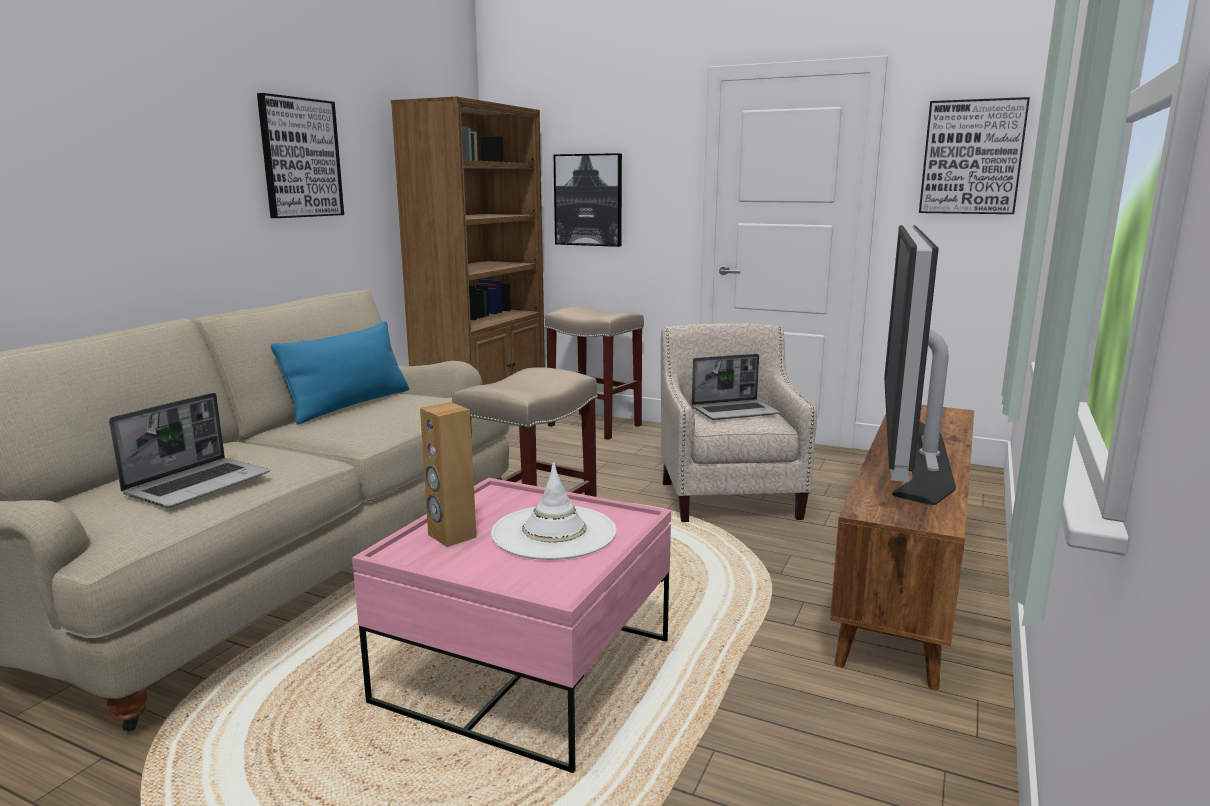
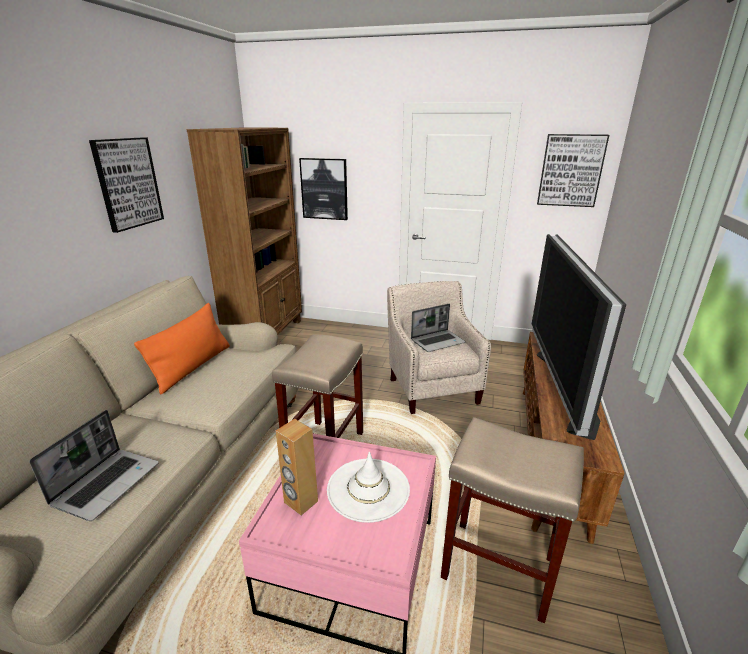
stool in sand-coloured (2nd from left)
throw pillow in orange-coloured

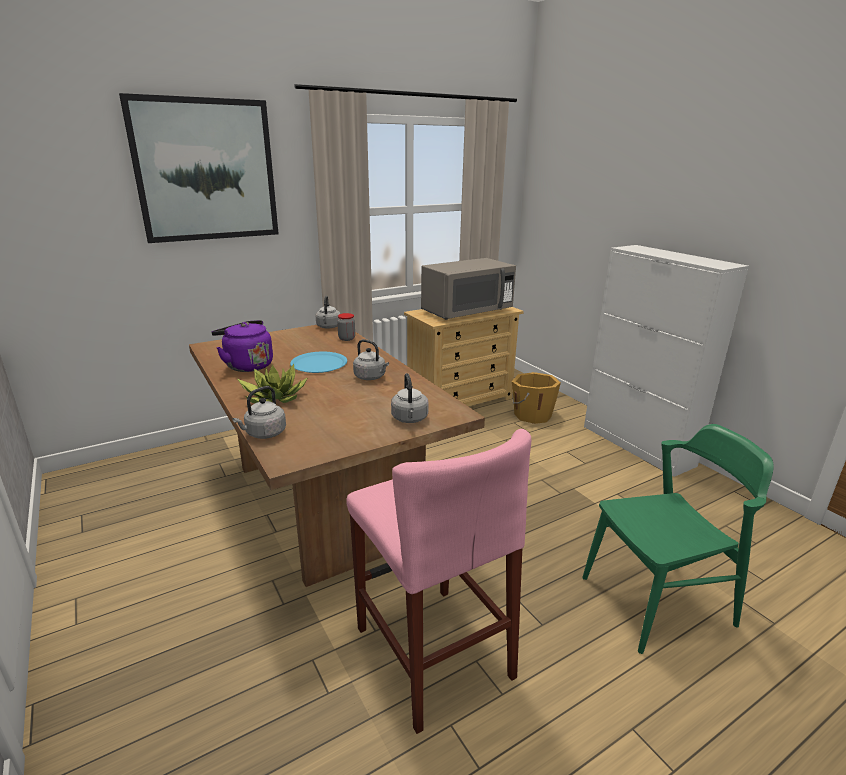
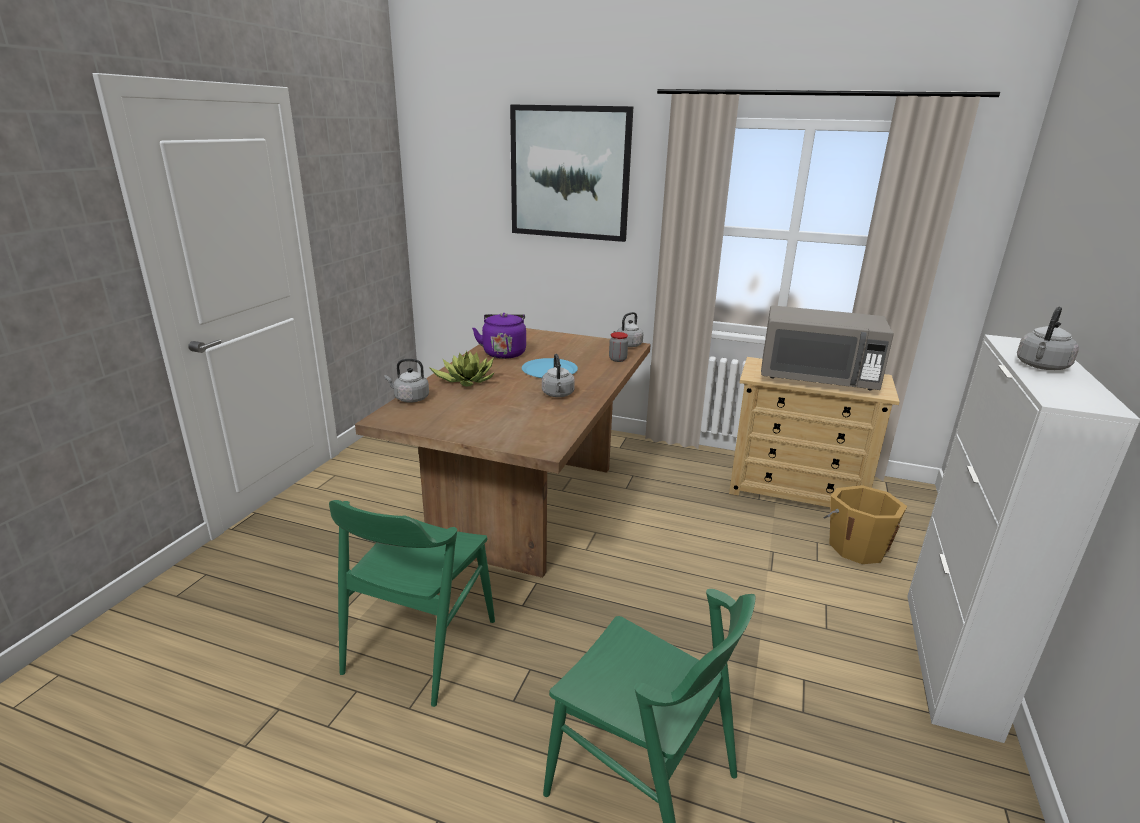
water kettle in greyish (4th from left)
plain chair in greenish (1st from left)

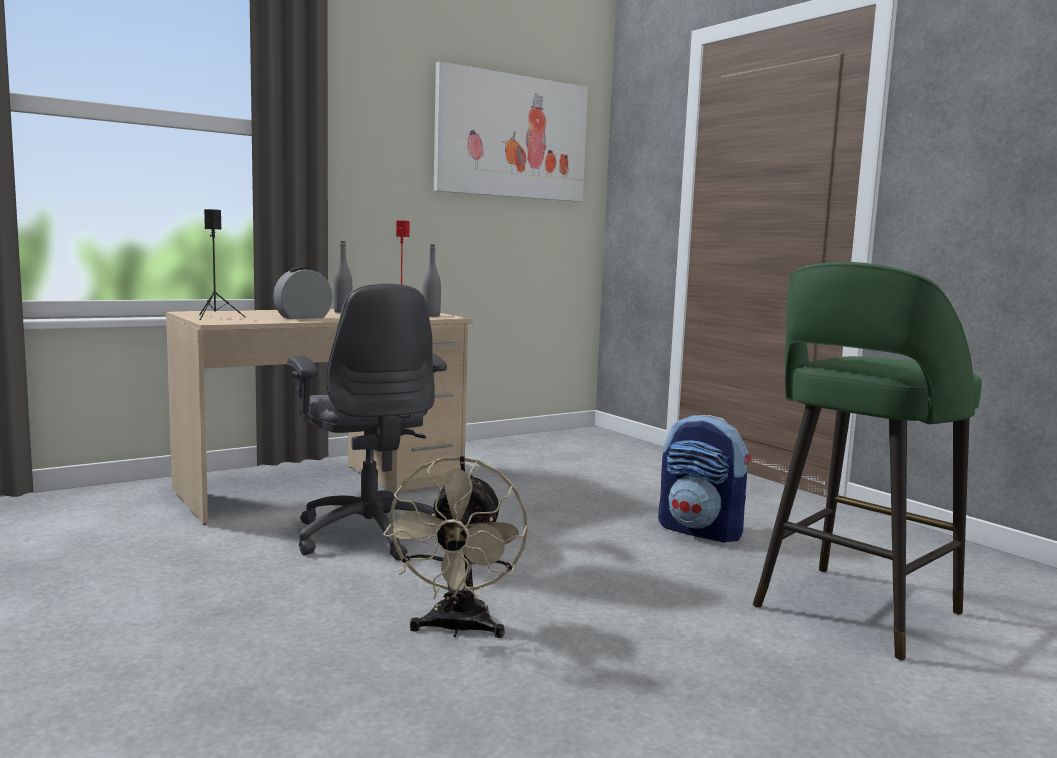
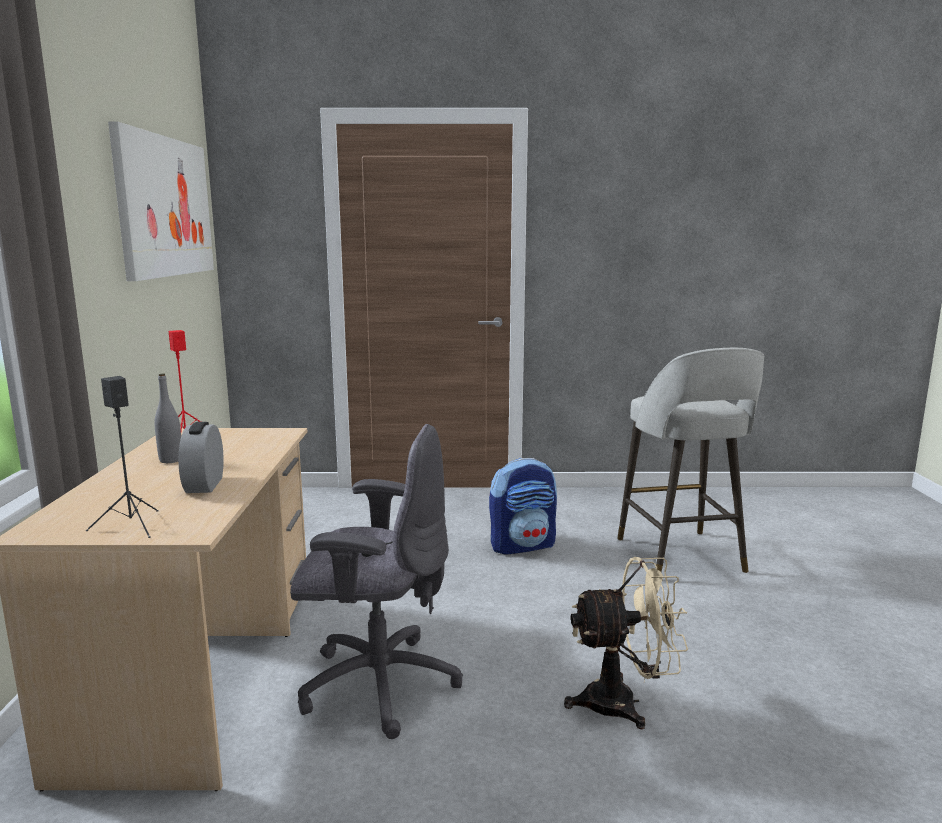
drink bottle in greyish (2nd from left in the first image)
stool in greyish
electric fan in sand-coloured

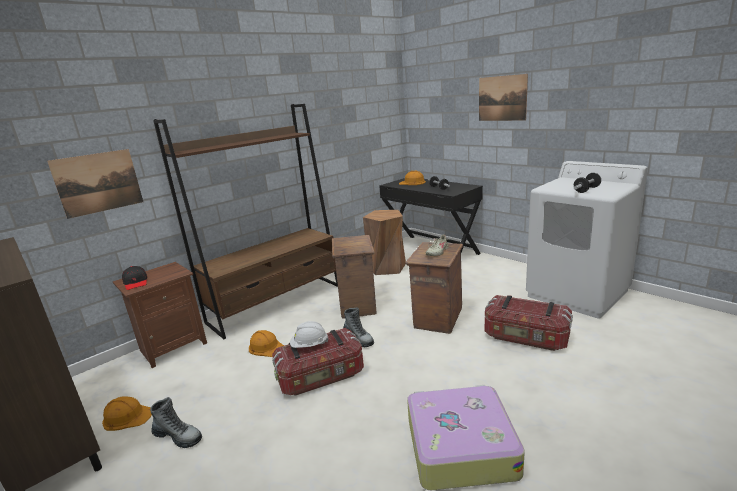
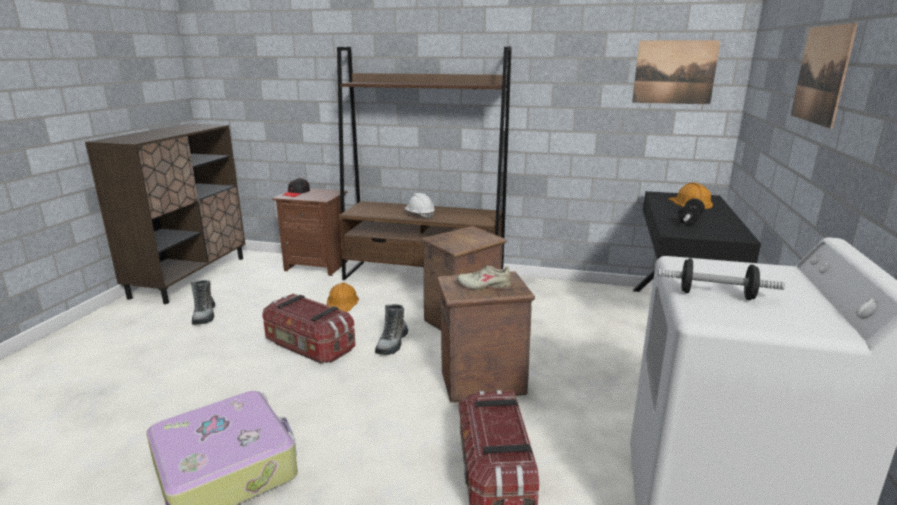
work helmet in orange-coloured (1st from left in the first image)
stool in brown-coloured
wall art (1st from left)
work helmet in whitish

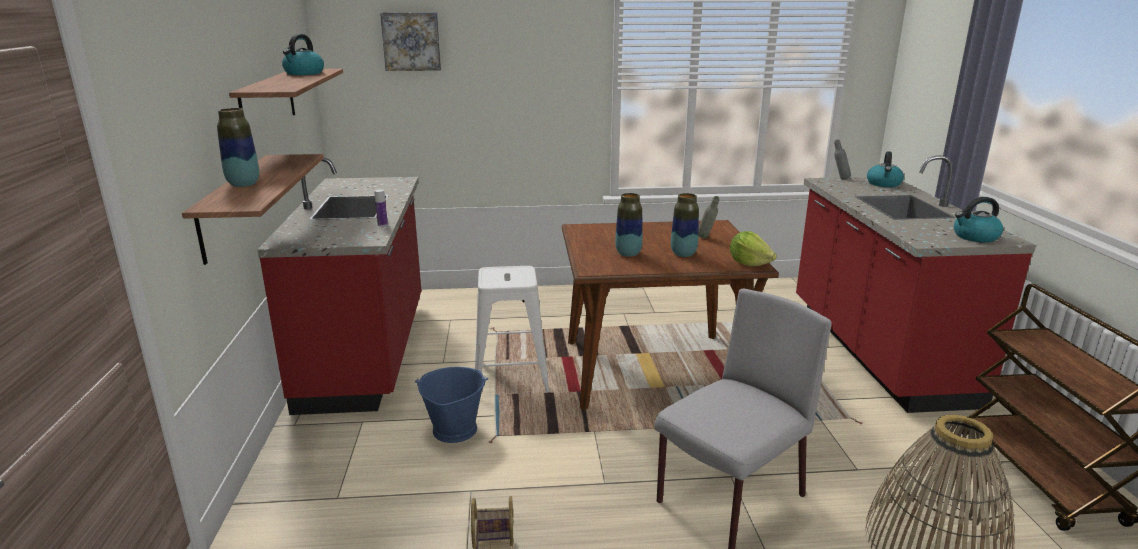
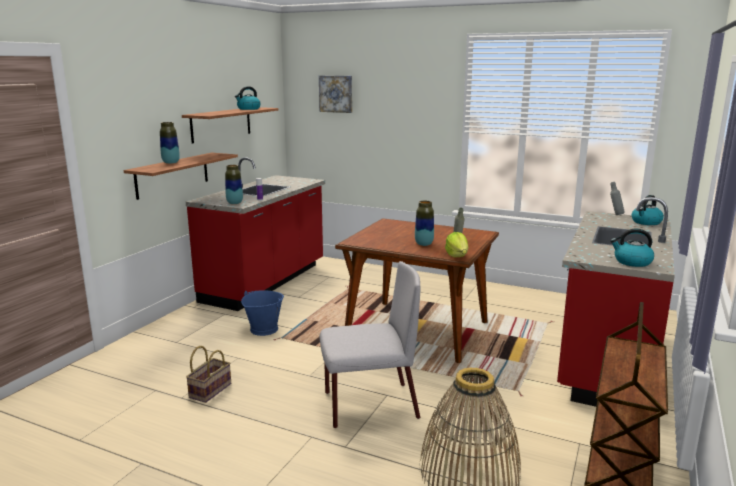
stool in whitish
vase (2nd from left)

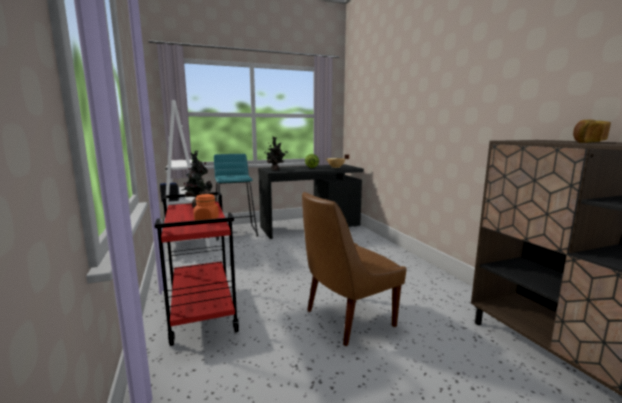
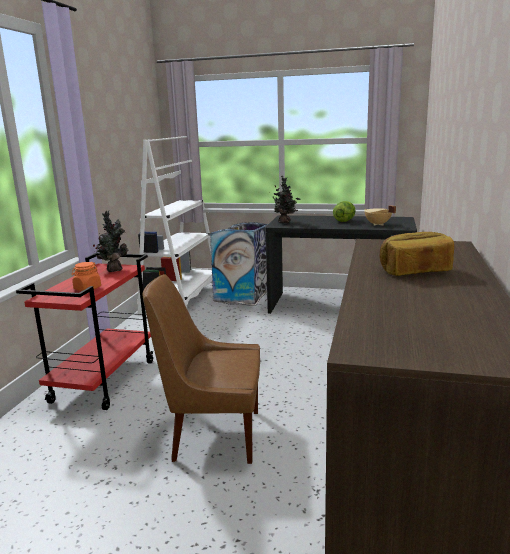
trash can

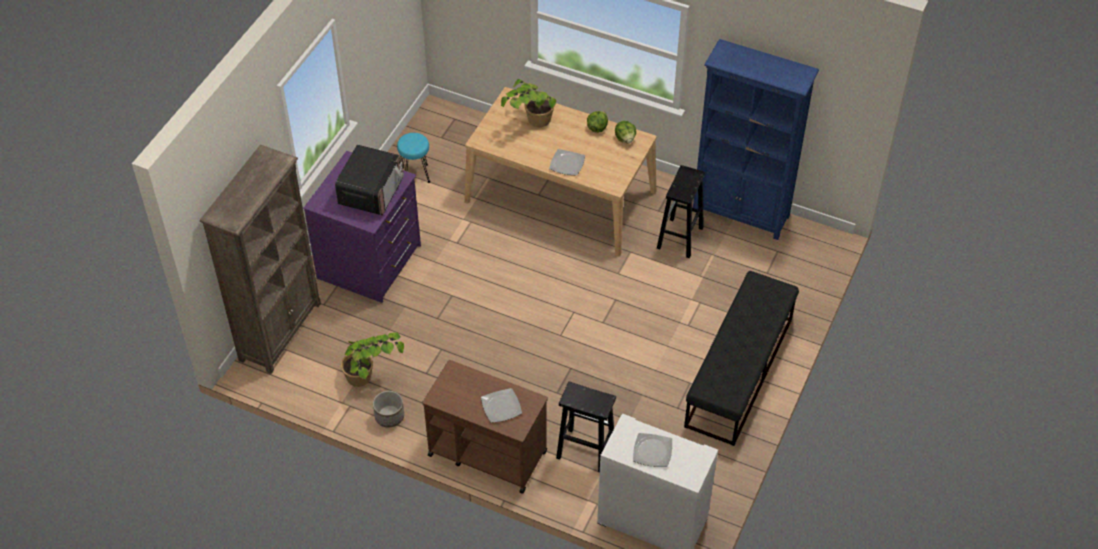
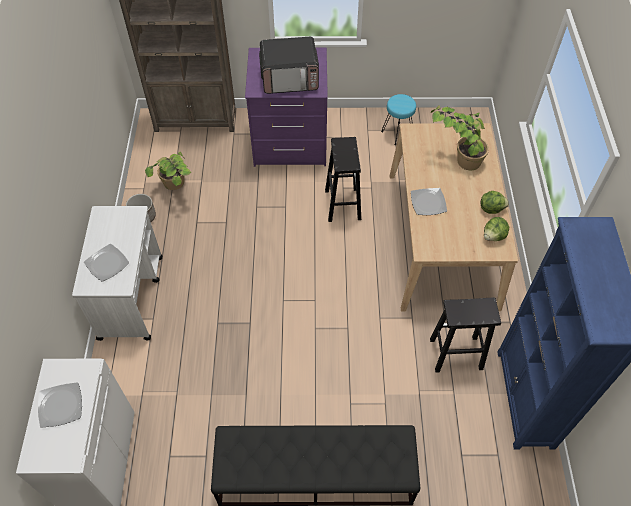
stool in black-coloured (1st from left)
wheeled cart in whitish

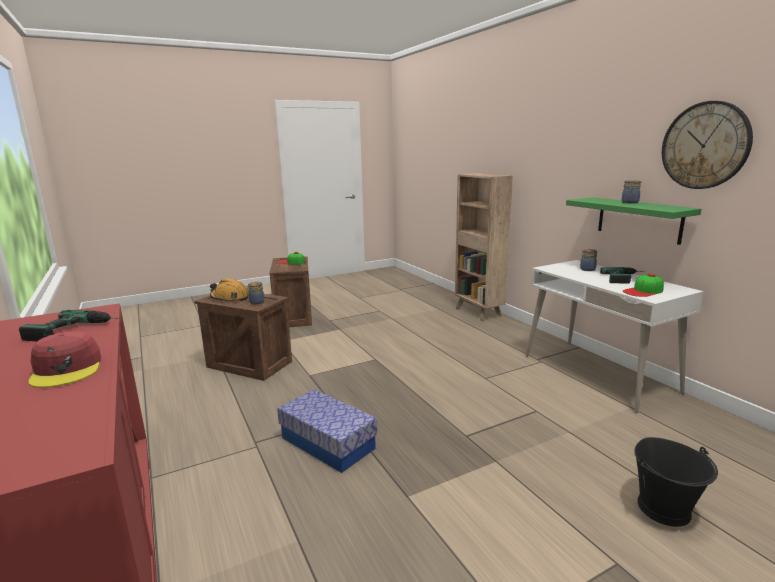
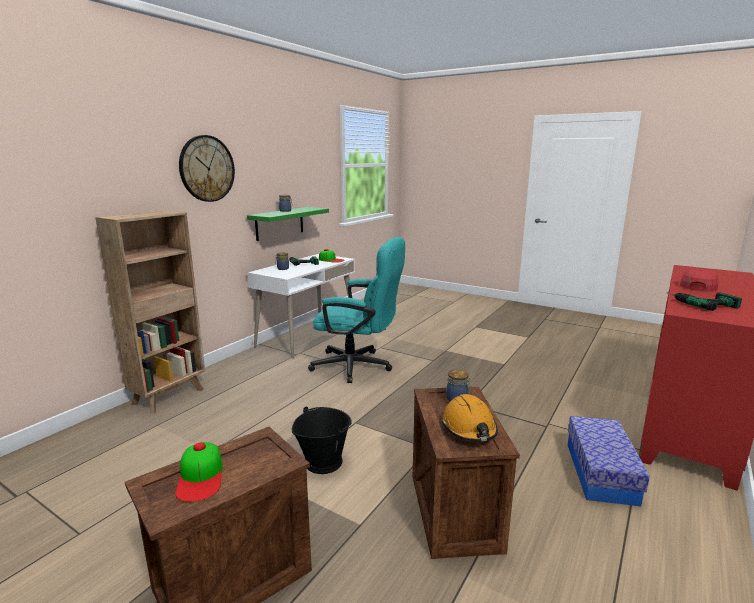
computer chair in blue-green
storage box
water bucket in black-coloured
hanging clock

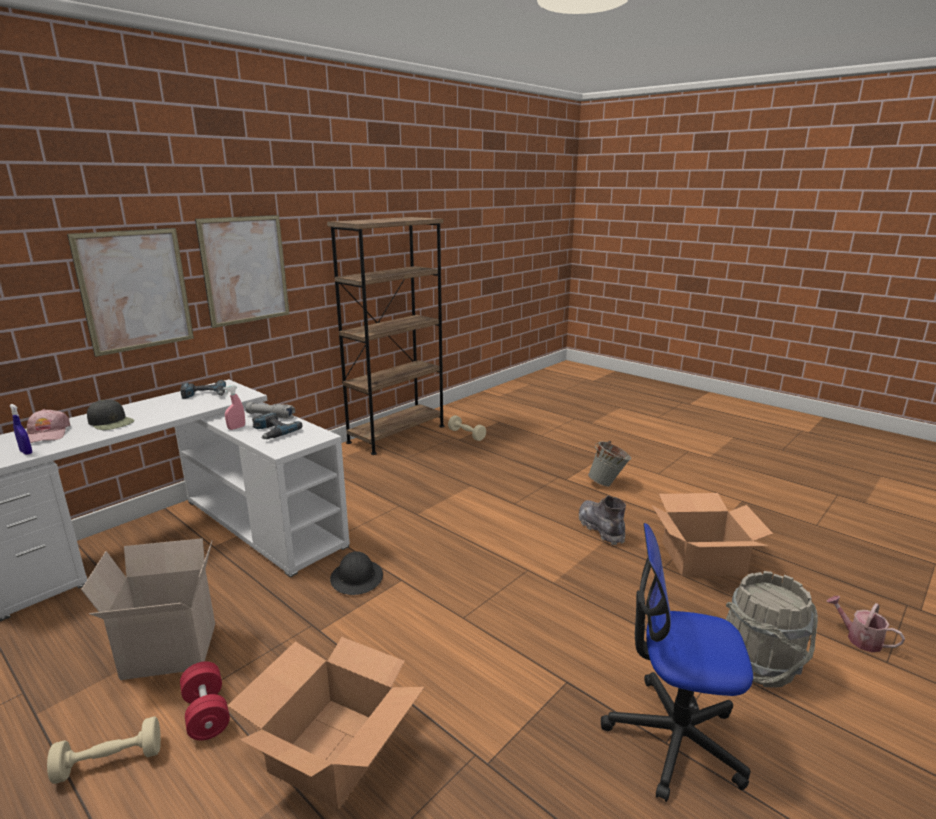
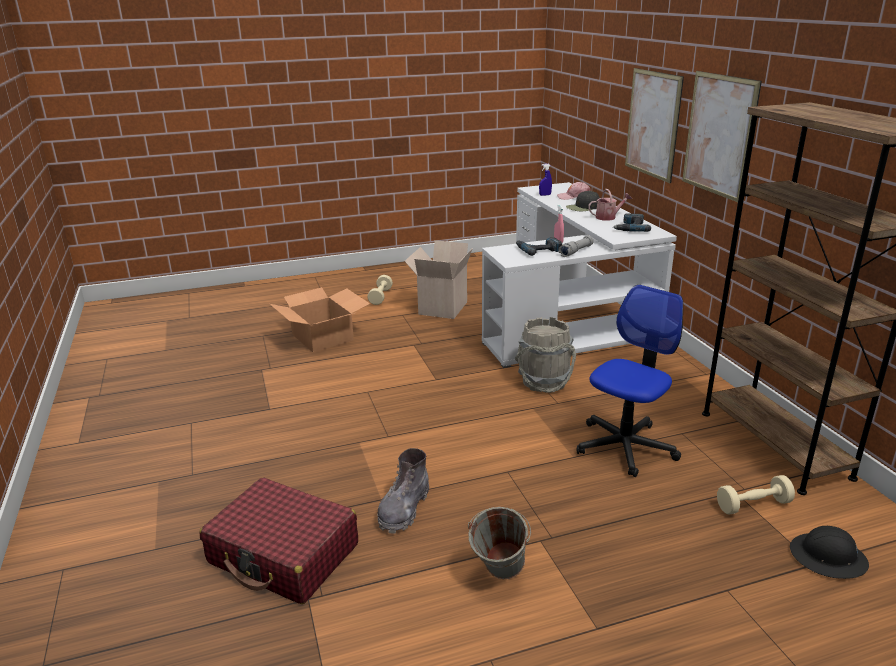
dumbbell in reddish
work helmet in black-coloured
computer chair
water bucket in greyish (2nd from left)
watering pot
suitcase in reddish
high-top boot in greyish

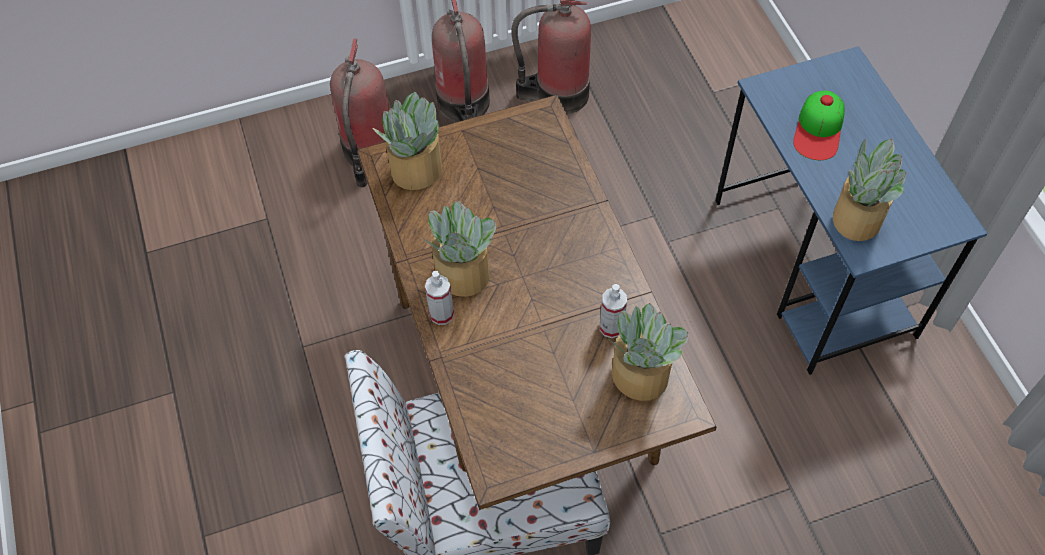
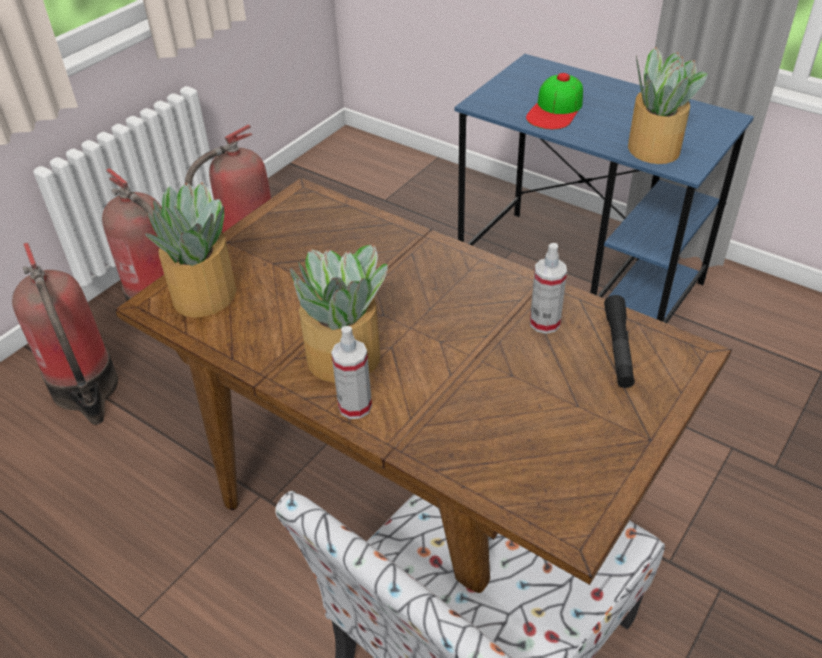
flashlight in black-coloured
peaked cap

